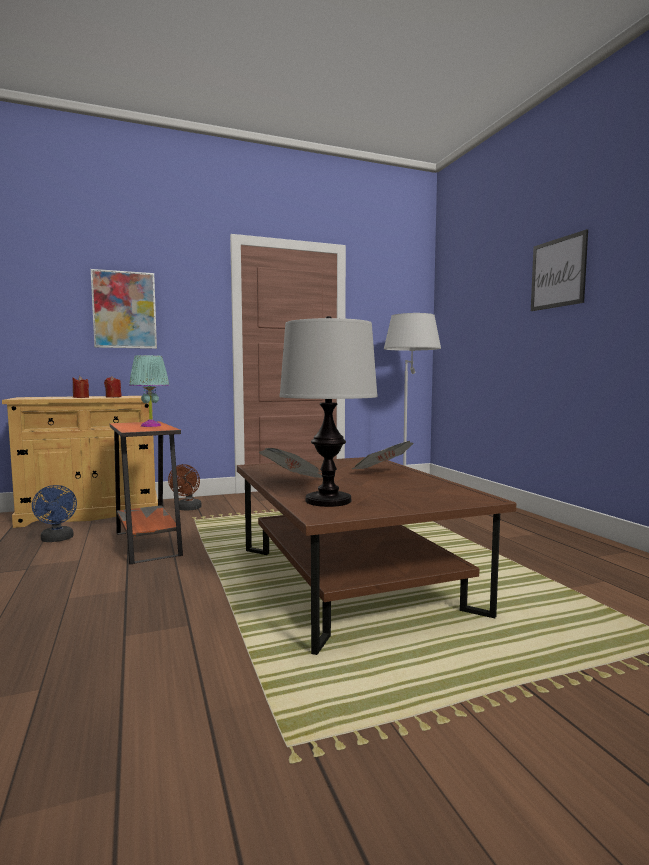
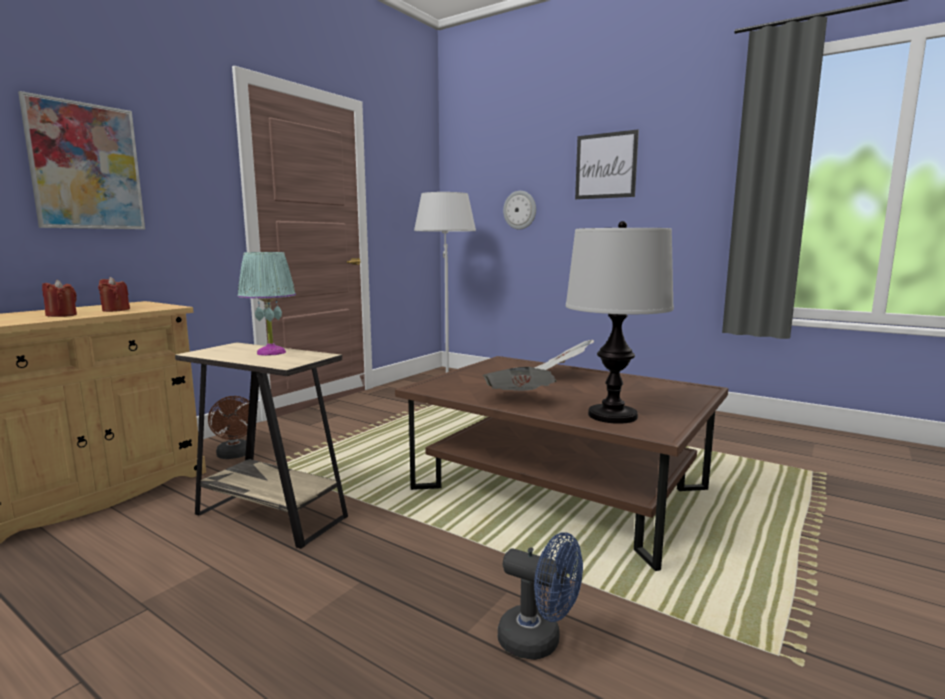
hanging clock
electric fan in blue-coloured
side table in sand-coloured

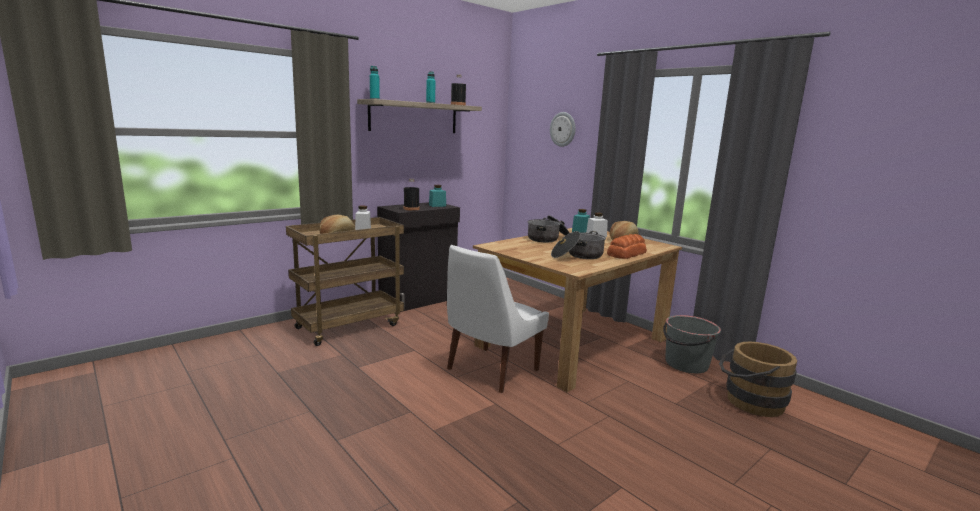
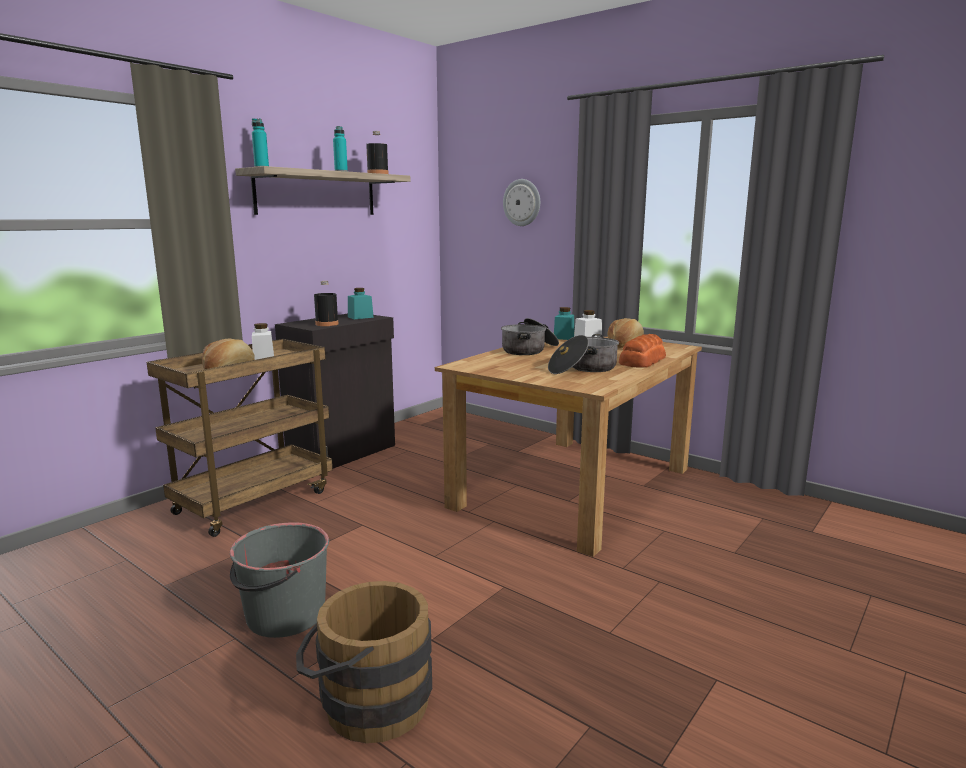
plain chair in whitish
water bucket in greyish
water bucket in brown-coloured

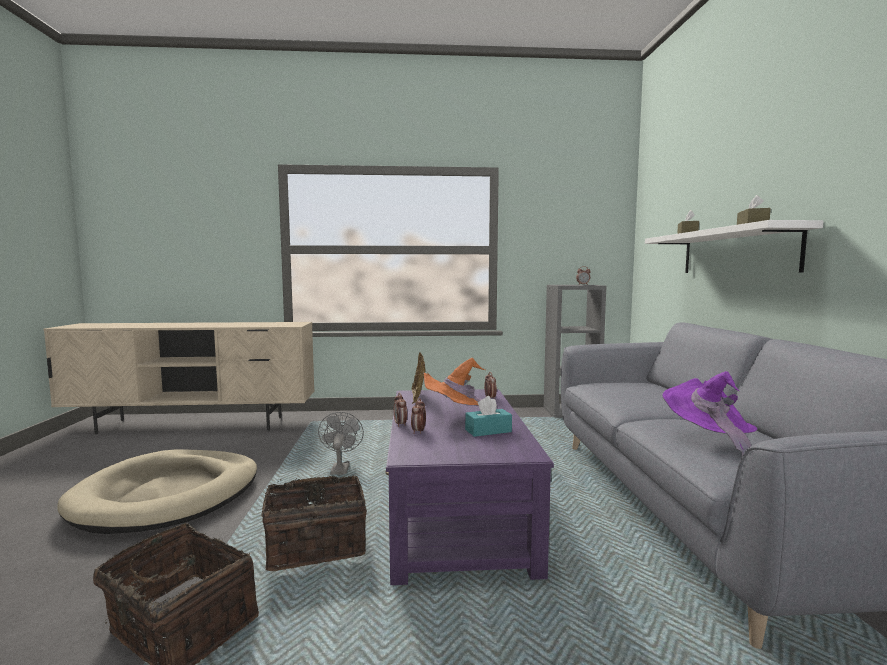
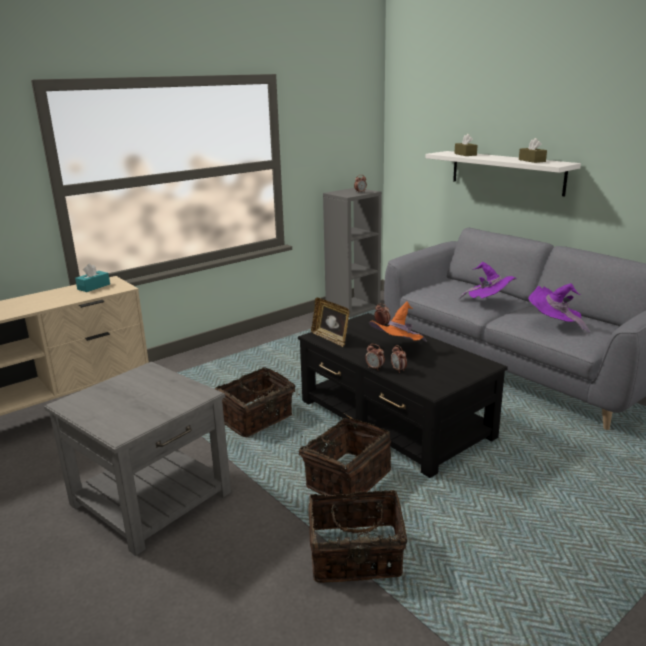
wearable hat in purple-coloured (1st from left)
tissue box in blue-green
side table in greyish
storage basket (1st from left)
coffee table in black-coloured

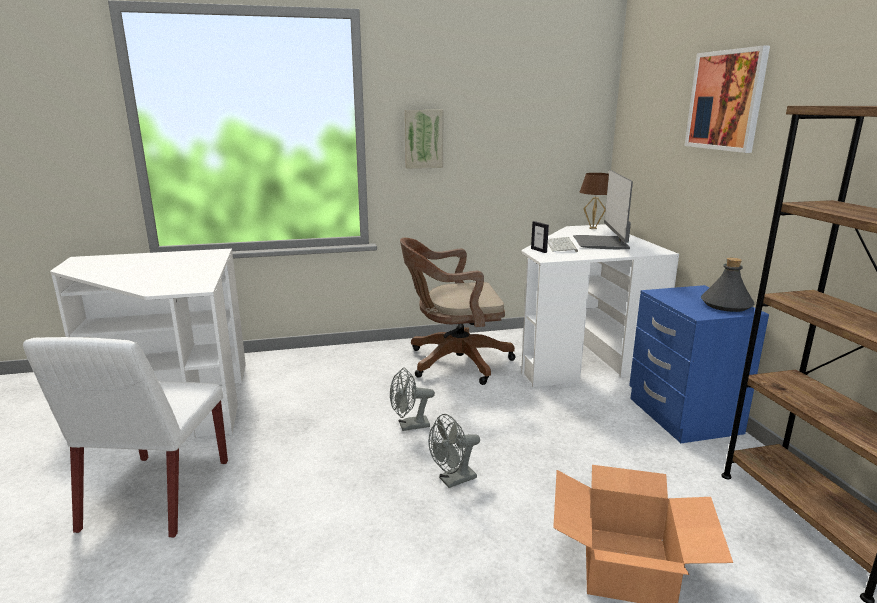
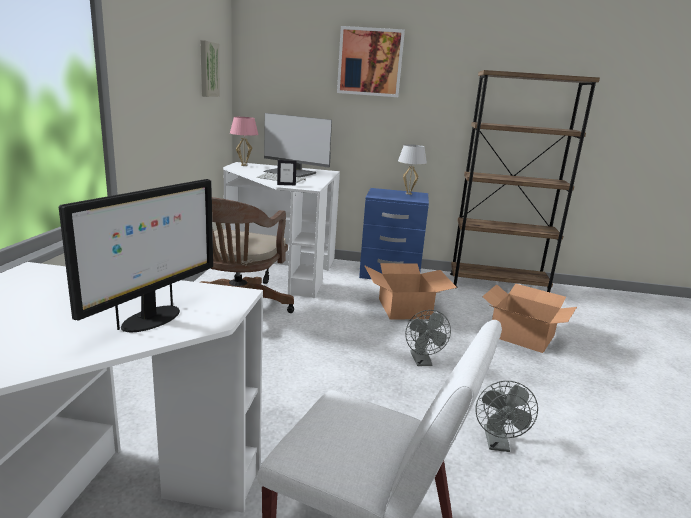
monitor (1st from left)
cardboard box (1st from left)
electric fan in greyish (2nd from left)
wall art (1st from left)
table lamp in whitish
table lamp in pink

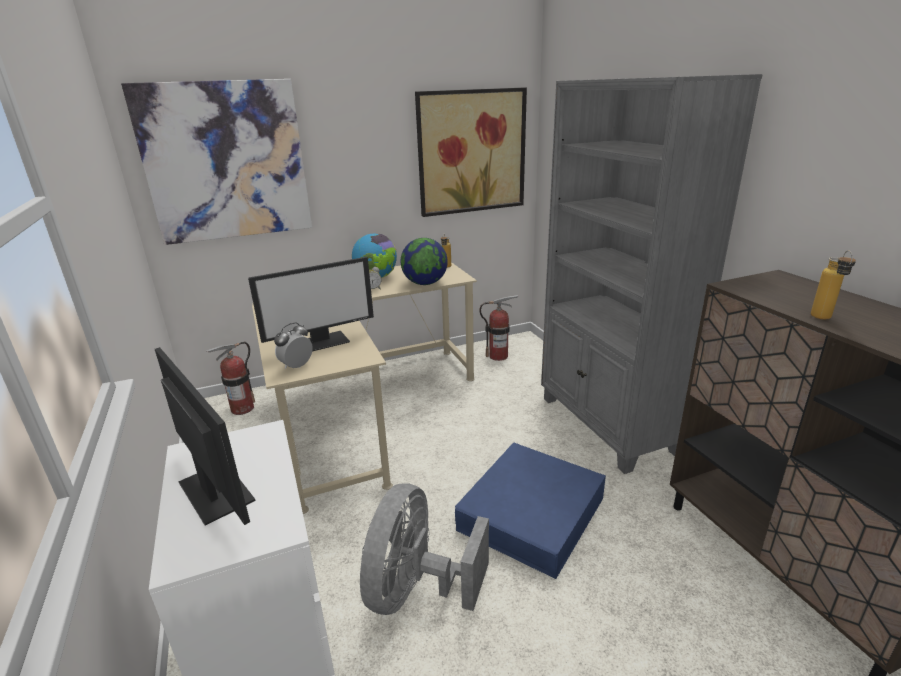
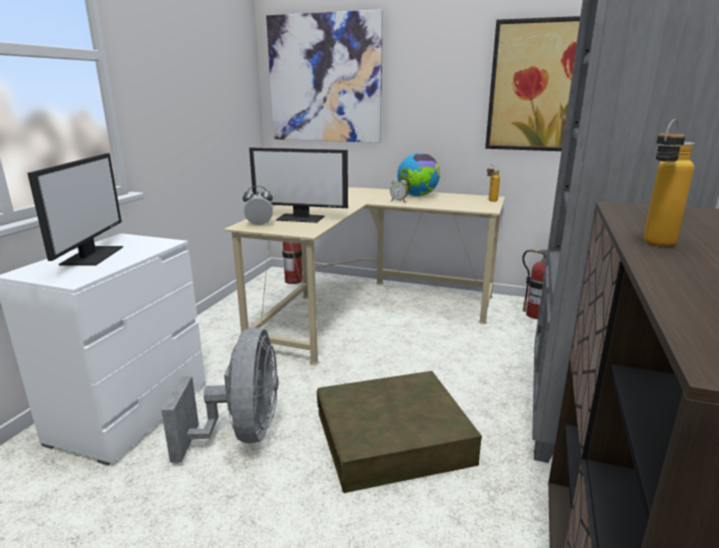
world globe (2nd from left in the first image)
storage box in brown-coloured
electric fan in greyish

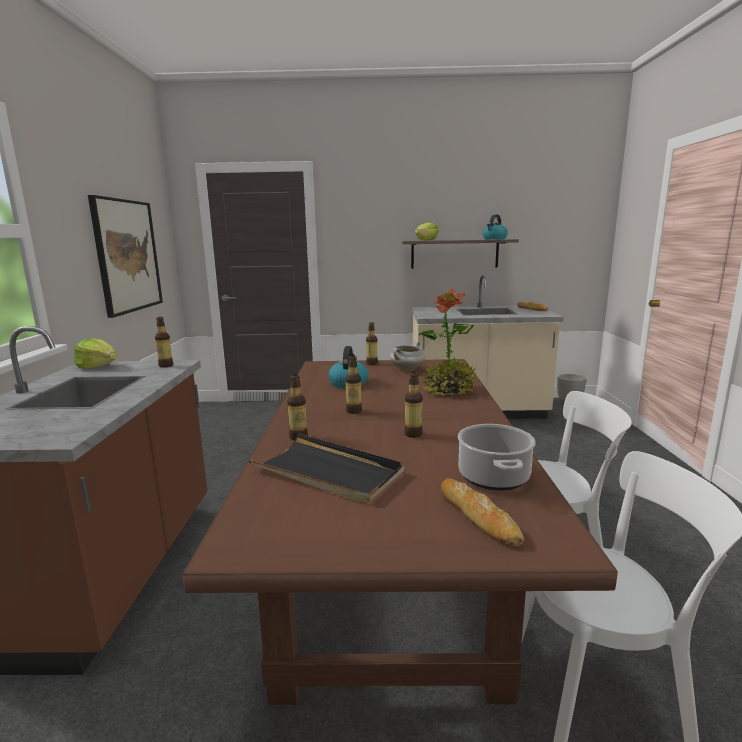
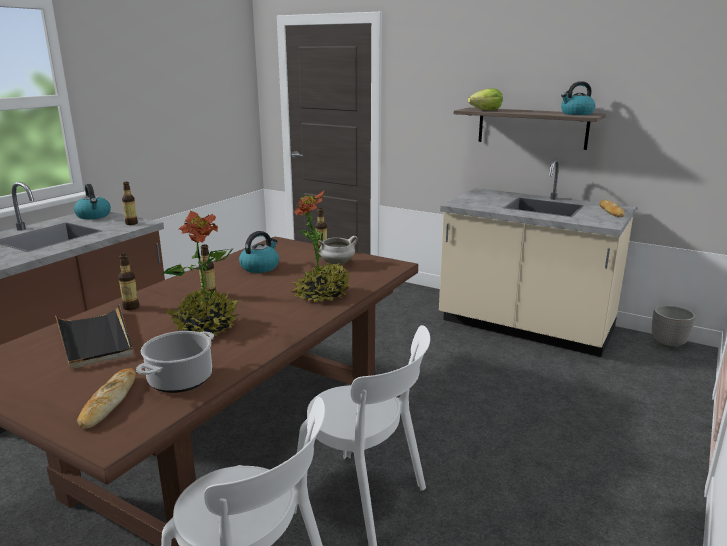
wall art
water kettle (1st from left)
houseplant (1st from left)

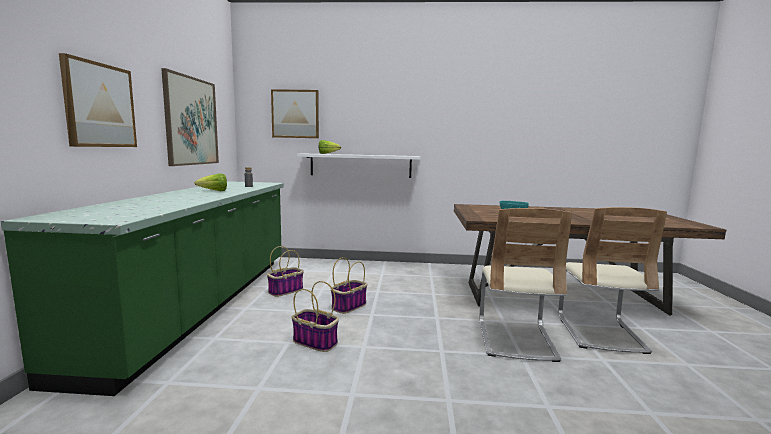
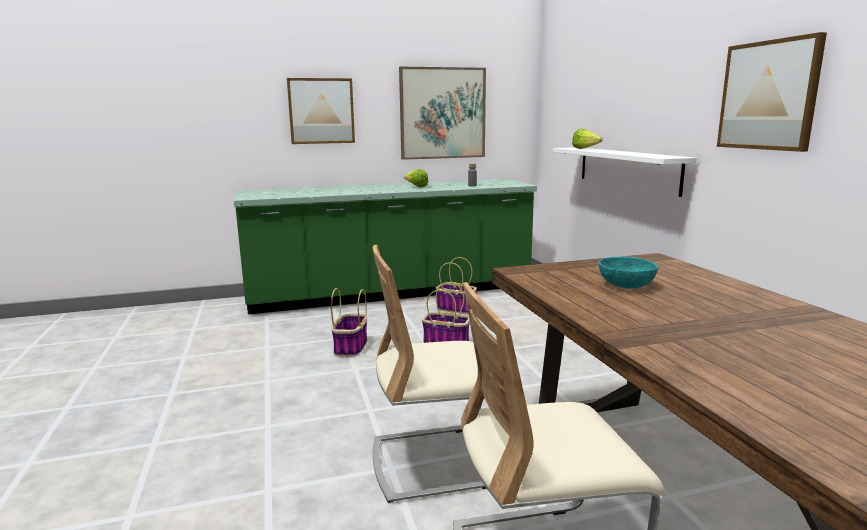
wall art (3rd from left)

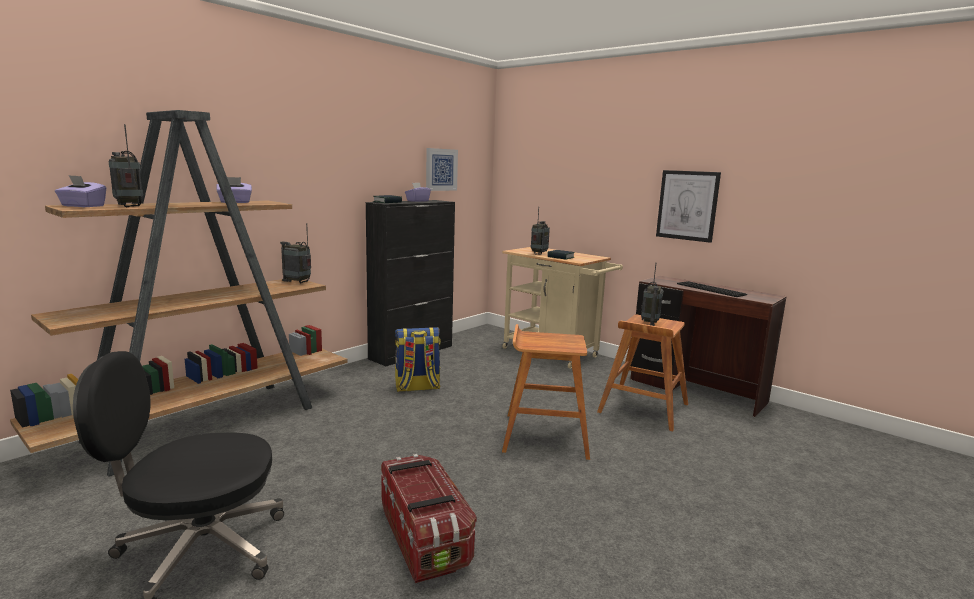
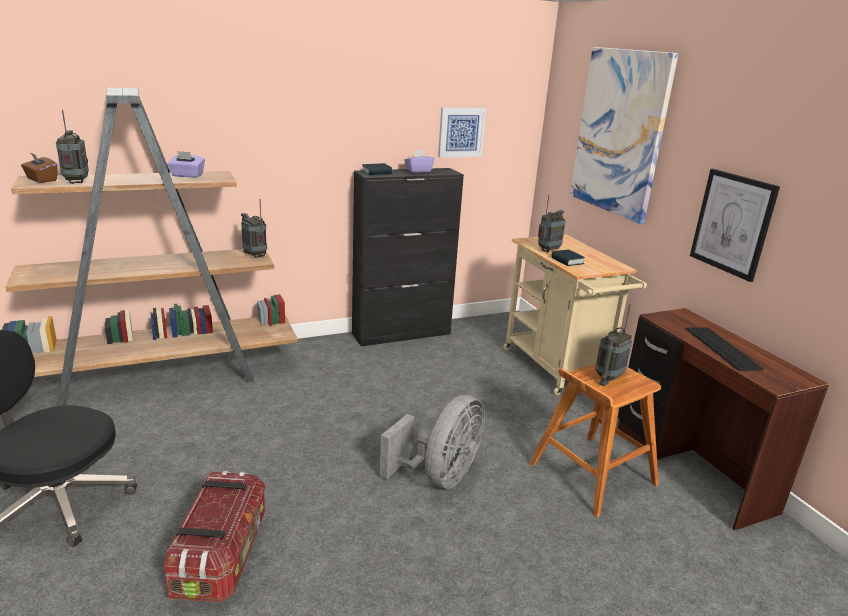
backpack
wall art (2nd from left)
electric fan in greyish
tissue box in brown-coloured

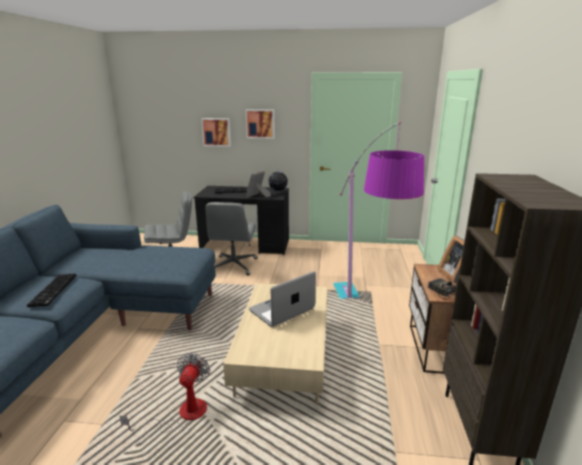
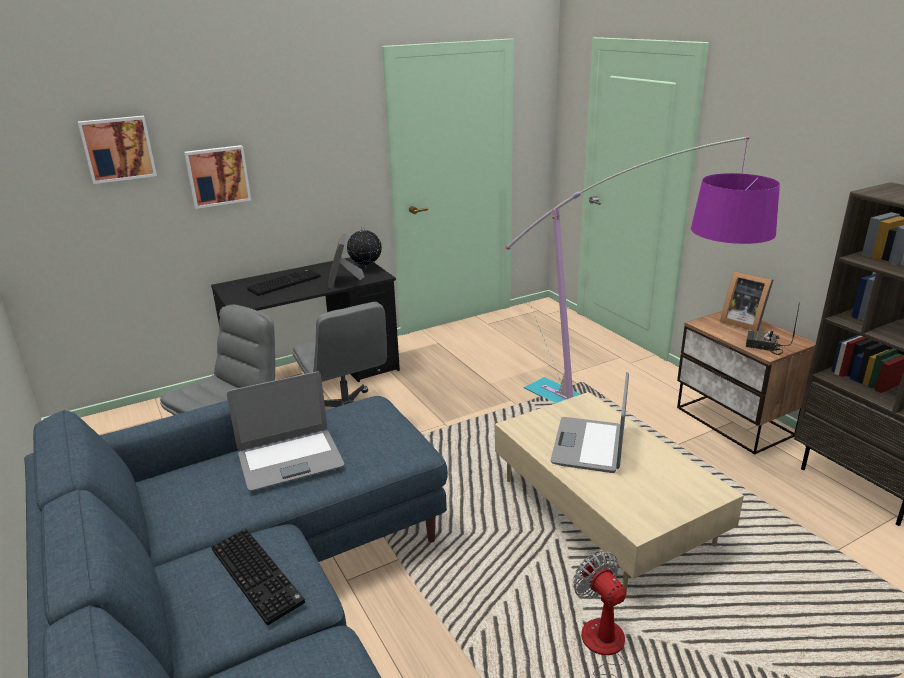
portable computer (1st from left)
wall art (1st from left)

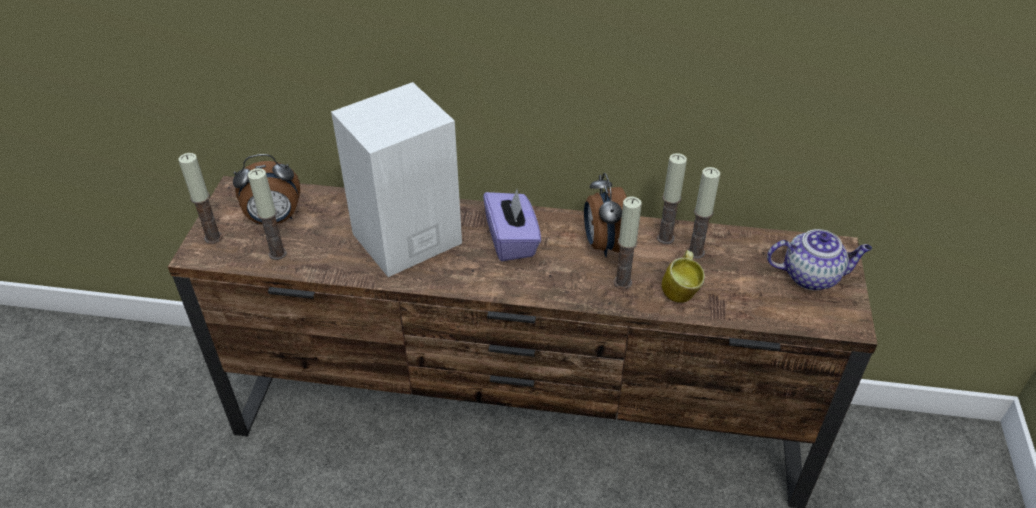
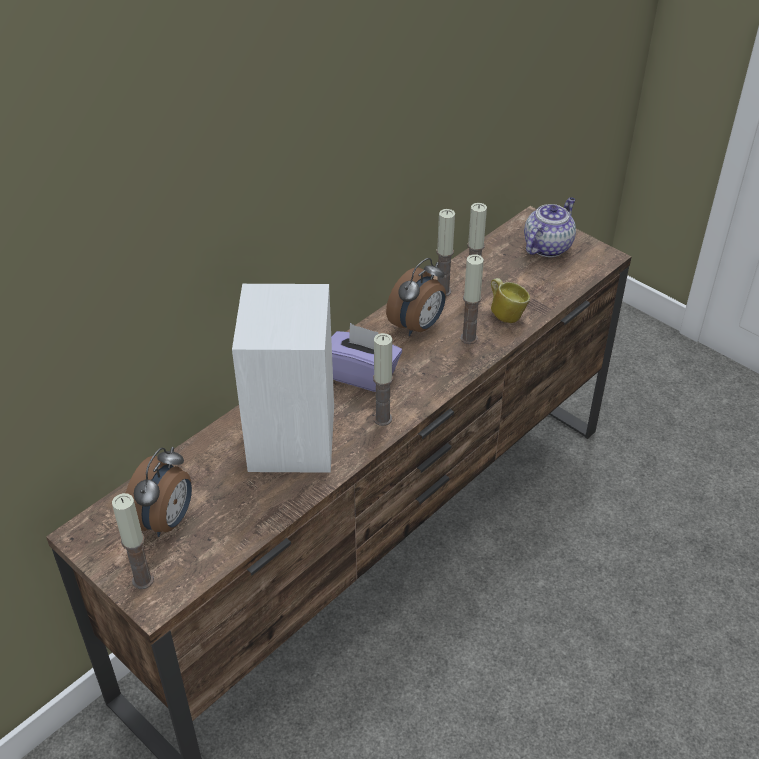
wax light (2nd from left)
bedside clock (2nd from left)

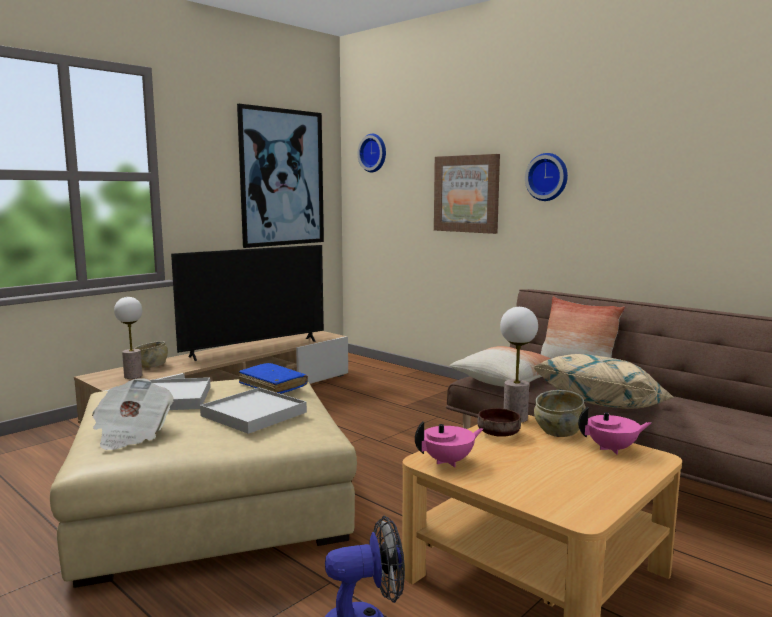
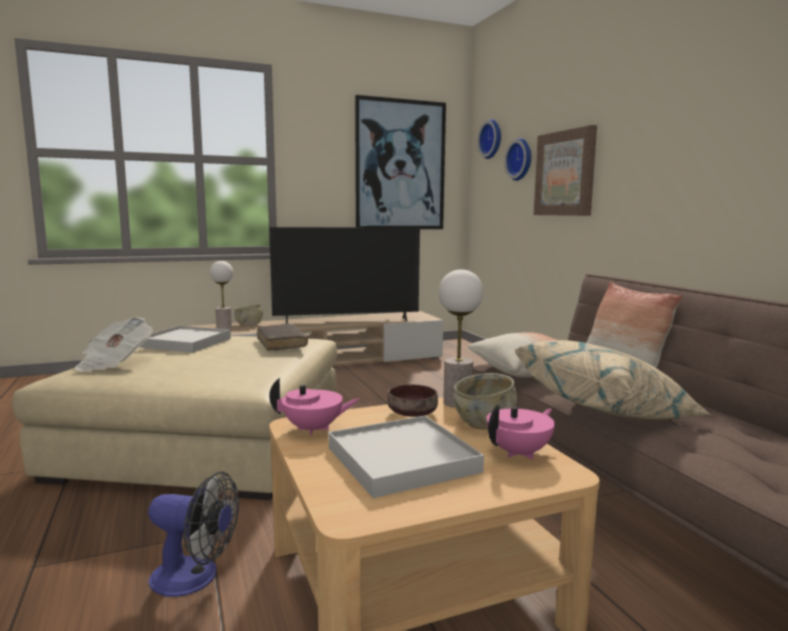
tray in whitish (2nd from left)
hanging clock (2nd from left)
bound book in brown-coloured
tea pot in pink (2nd from left)

